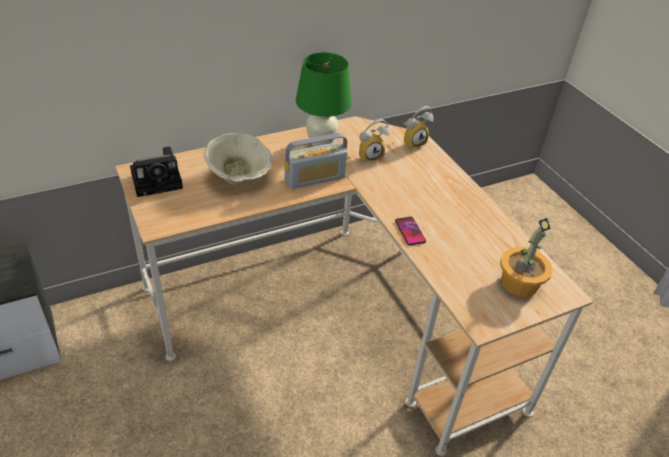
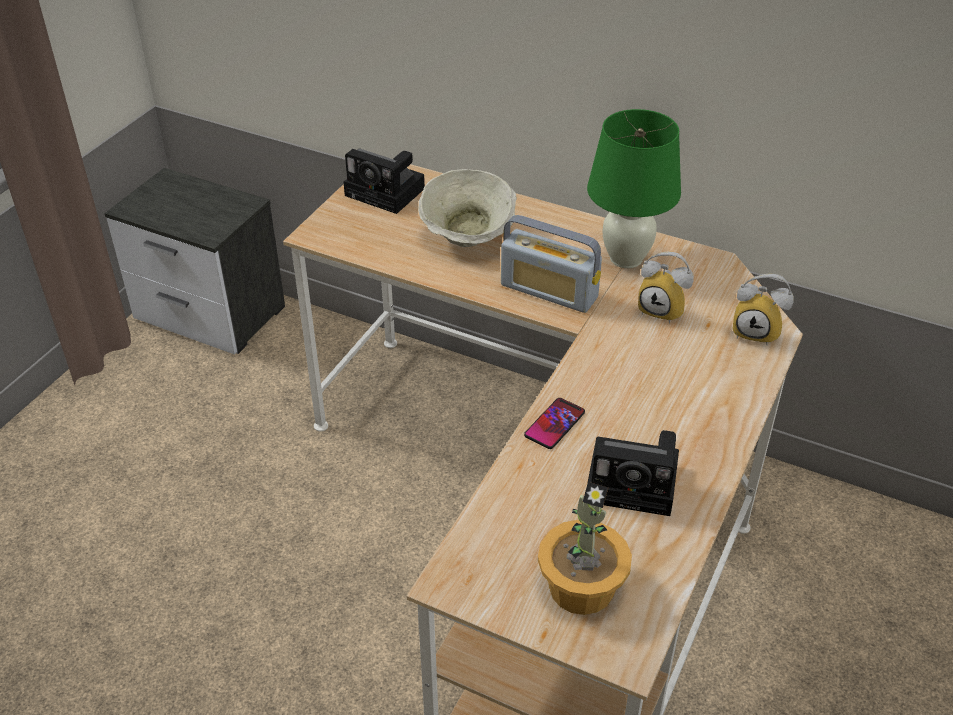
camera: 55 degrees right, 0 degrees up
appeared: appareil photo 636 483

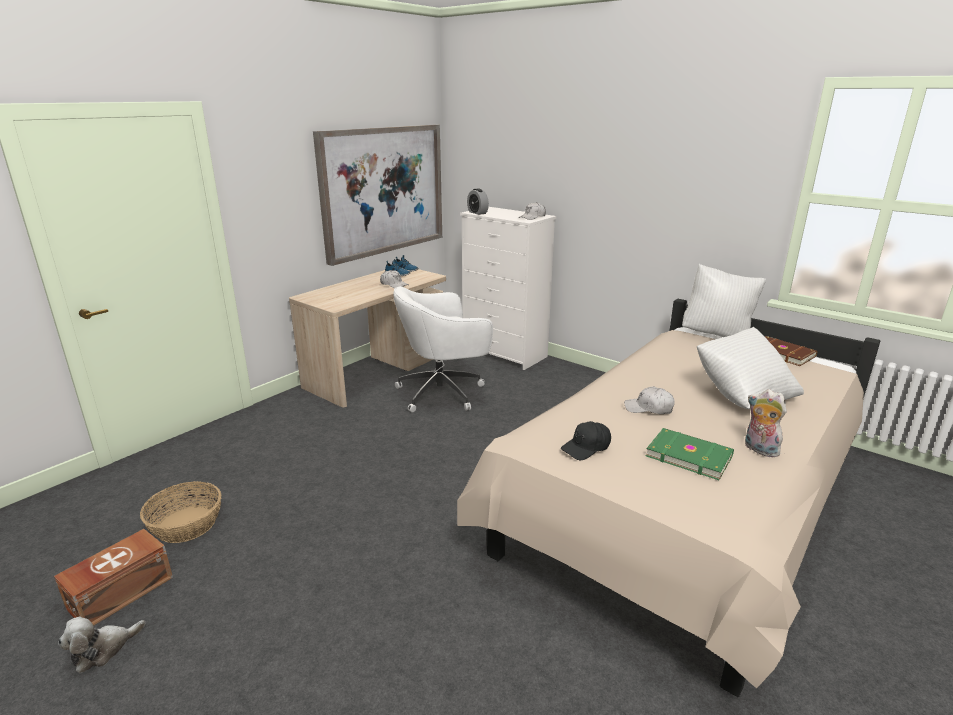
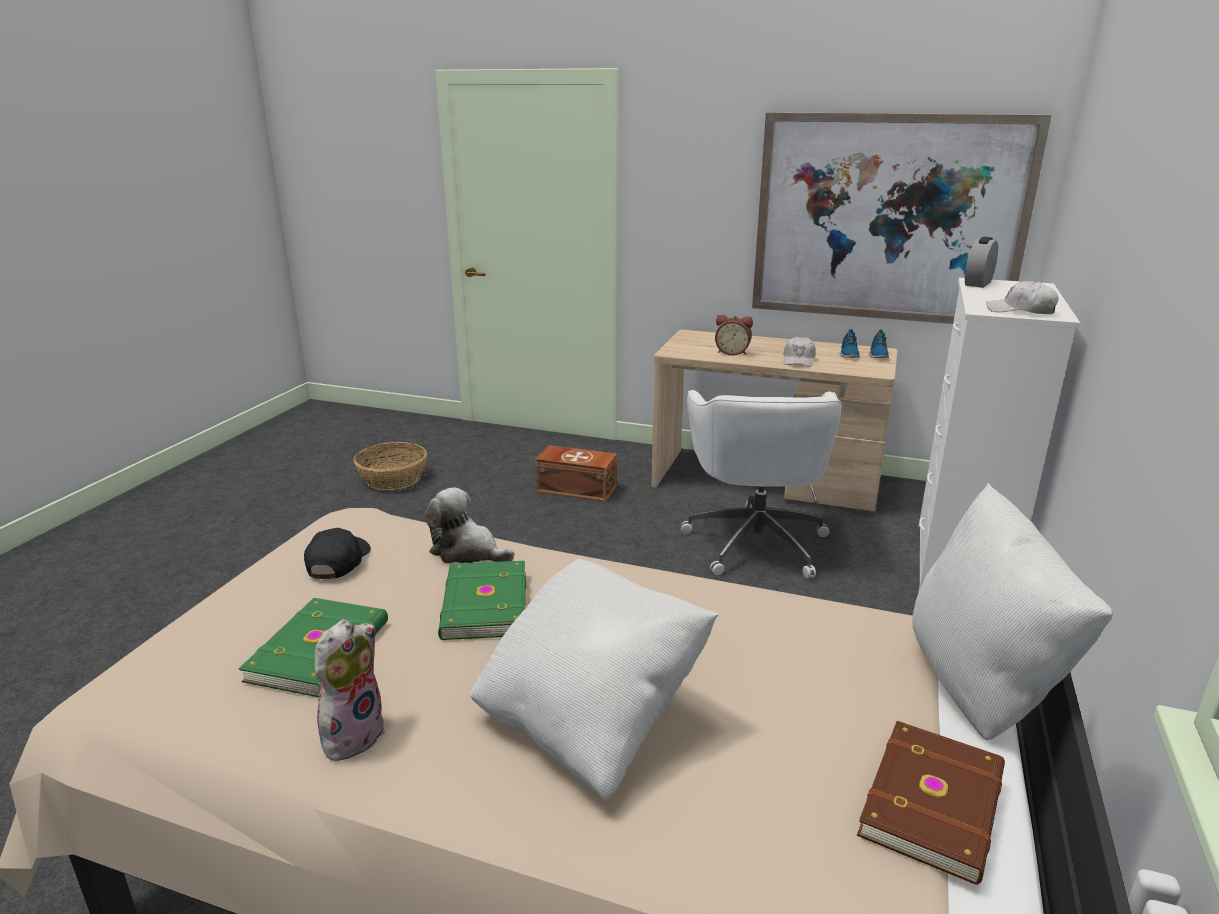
camera: 70 degrees right, 0 degrees up
appeared: réveil 732 352
relocated: boîte de rangement (marron) 119 593 to 576 488; peluche 103 650 to 467 551
exchanged: casquette (blanc) 649 408 to livre (vert) 482 605
spun: chaise de bureau (blanc) 443 392 = 756 541 135 degrees counterclockwise; casquette (noir) 586 447 = 338 562 60 degrees clockwise

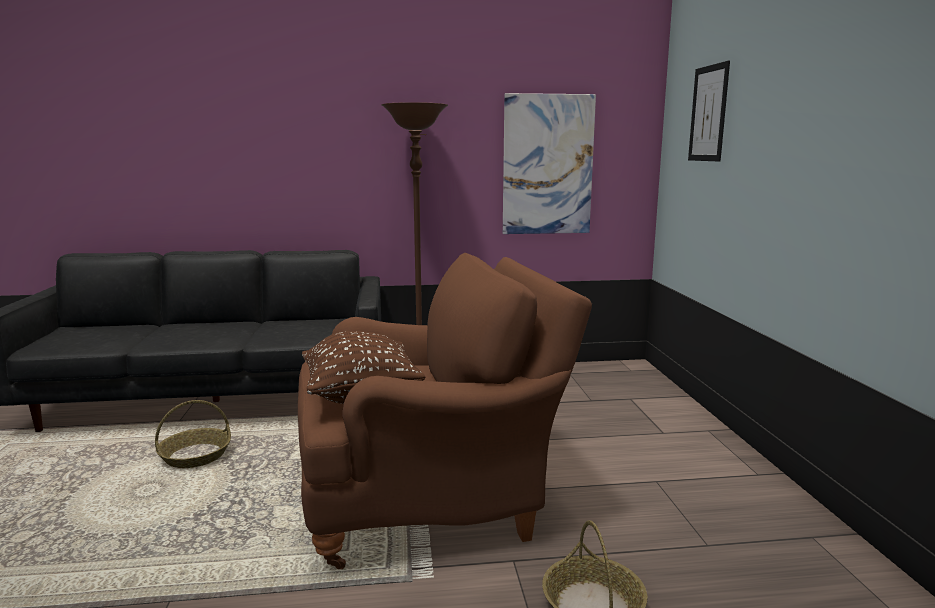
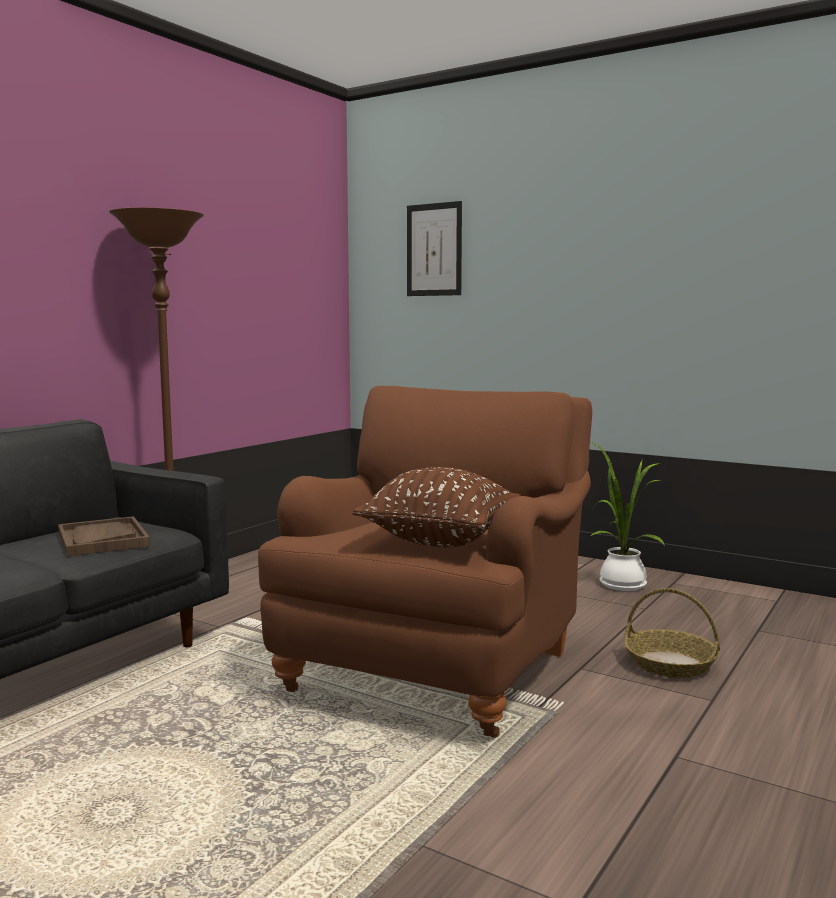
camera: 50 degrees left, 5 degrees down
missing: panier 196 455; tableau 548 165
appeared: plateau (marron) 102 539; plante en pot 620 583

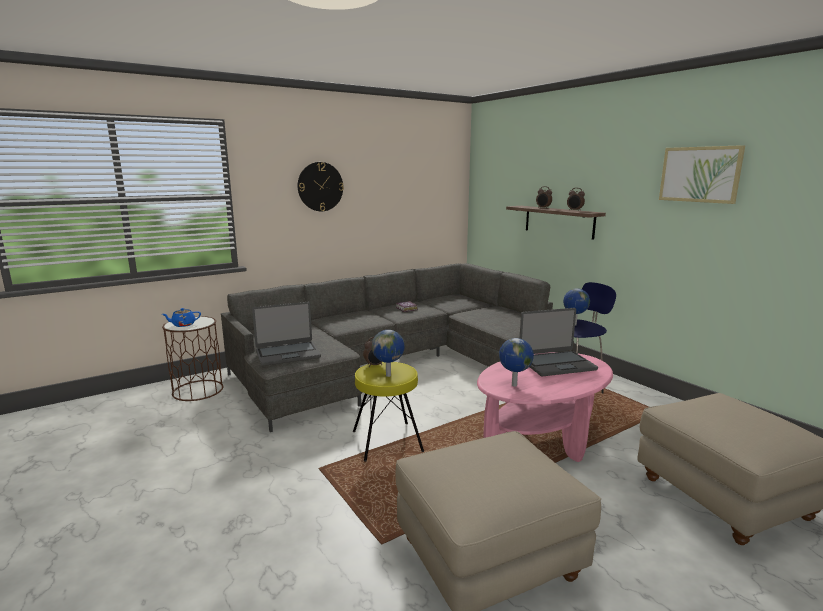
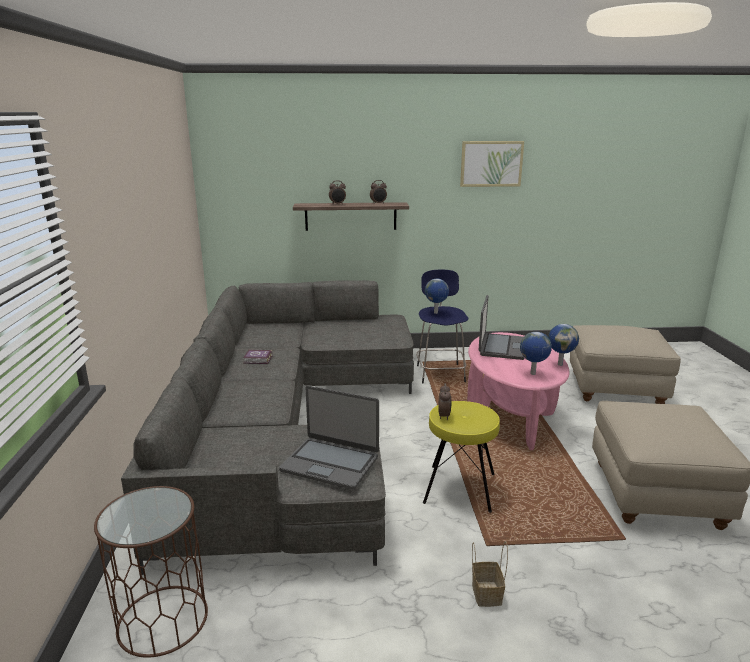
camera: 60 degrees left, 5 degrees up
missing: théière (bleu) 183 325; horloge murale 320 186
appeared: panier 485 593
relocated: globe 389 375 to 560 364
spun: ordinateur portable 287 354 = 330 463 105 degrees clockwise

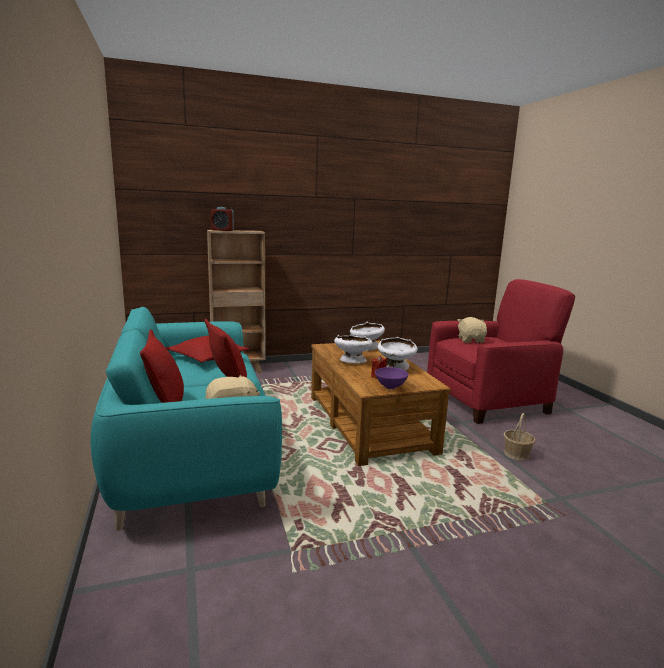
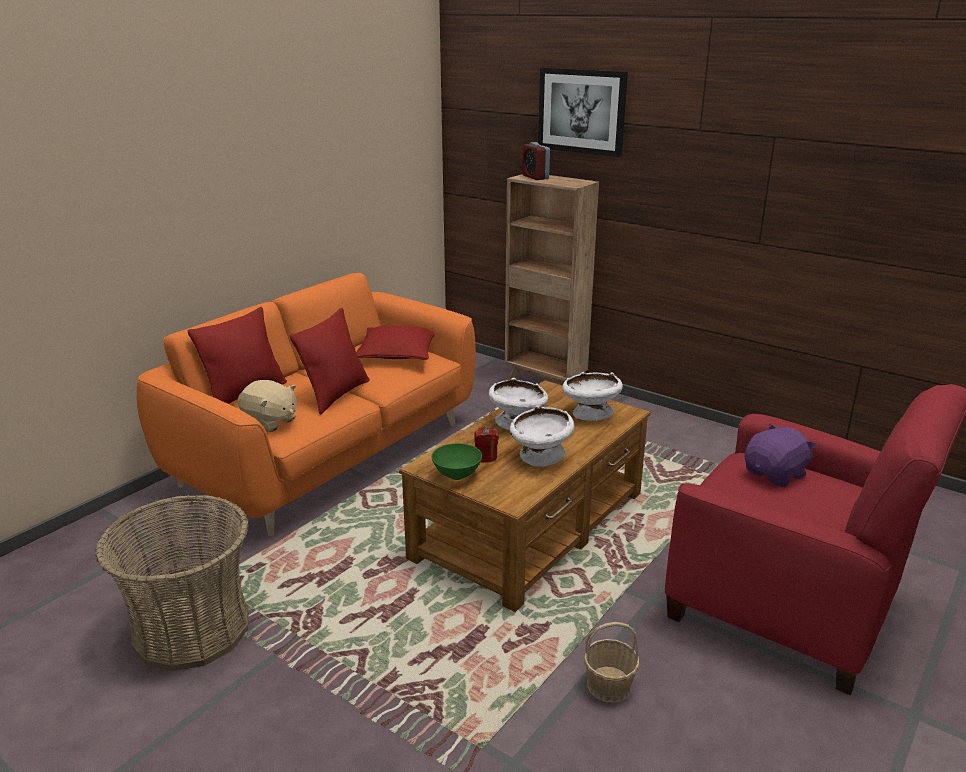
camera: 55 degrees right, 10 degrees up
appeared: panier 191 629; tableau 581 111
colour: canapé (turquoise) 192 451 to canapé (orange) 327 455; bol (violet) 390 387 to bol (vert) 457 476; peluche (beige) 471 340 to peluche (violet) 775 474

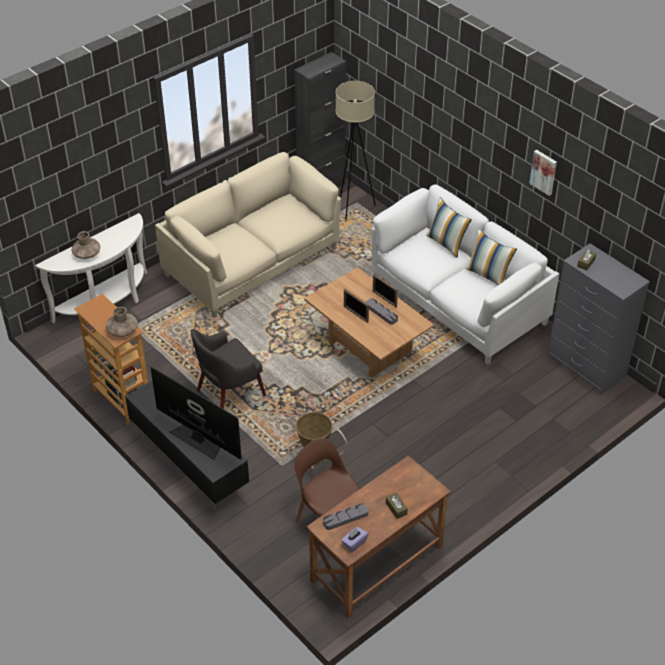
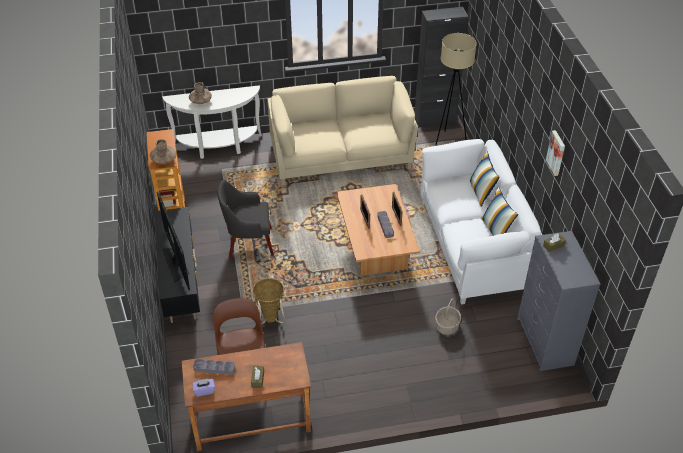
camera: 30 degrees right, 0 degrees up
appeared: panier 447 326

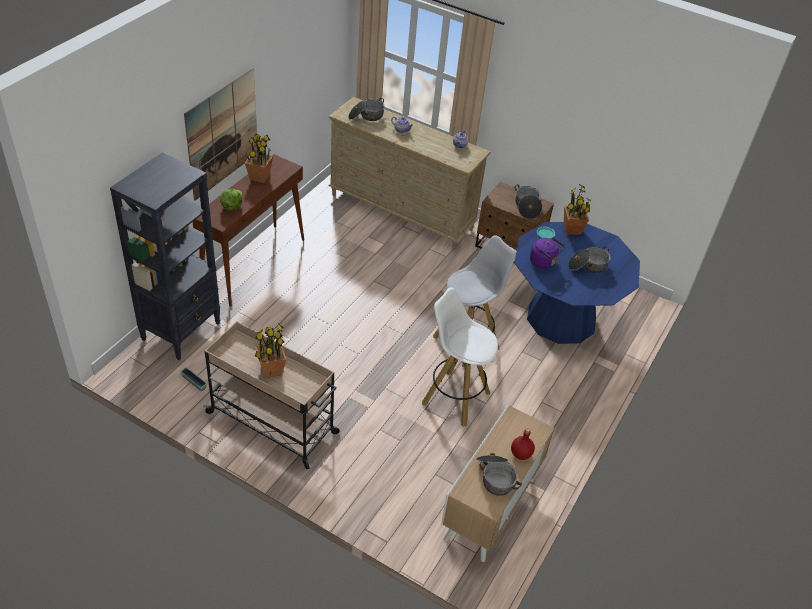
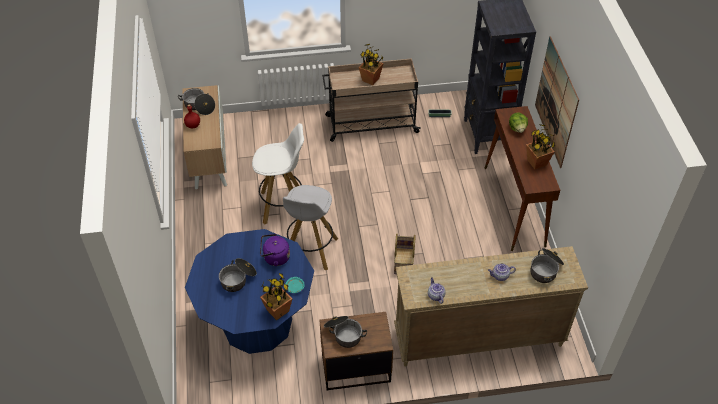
camera: 145 degrees right, 5 degrees up
appeared: panier 404 261

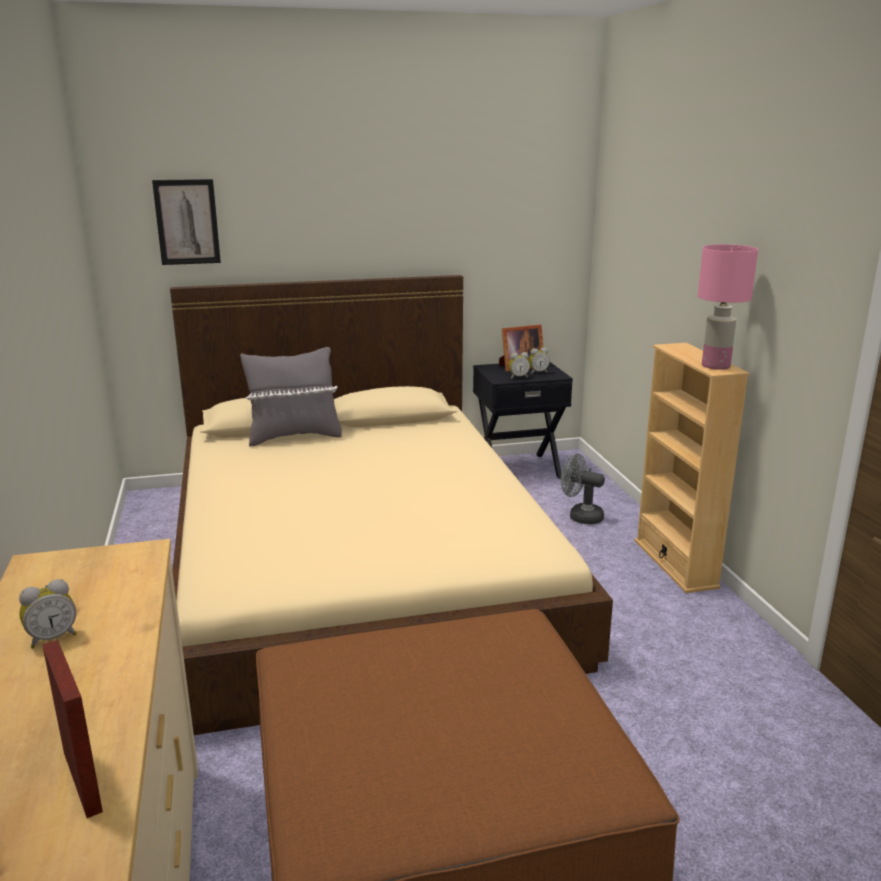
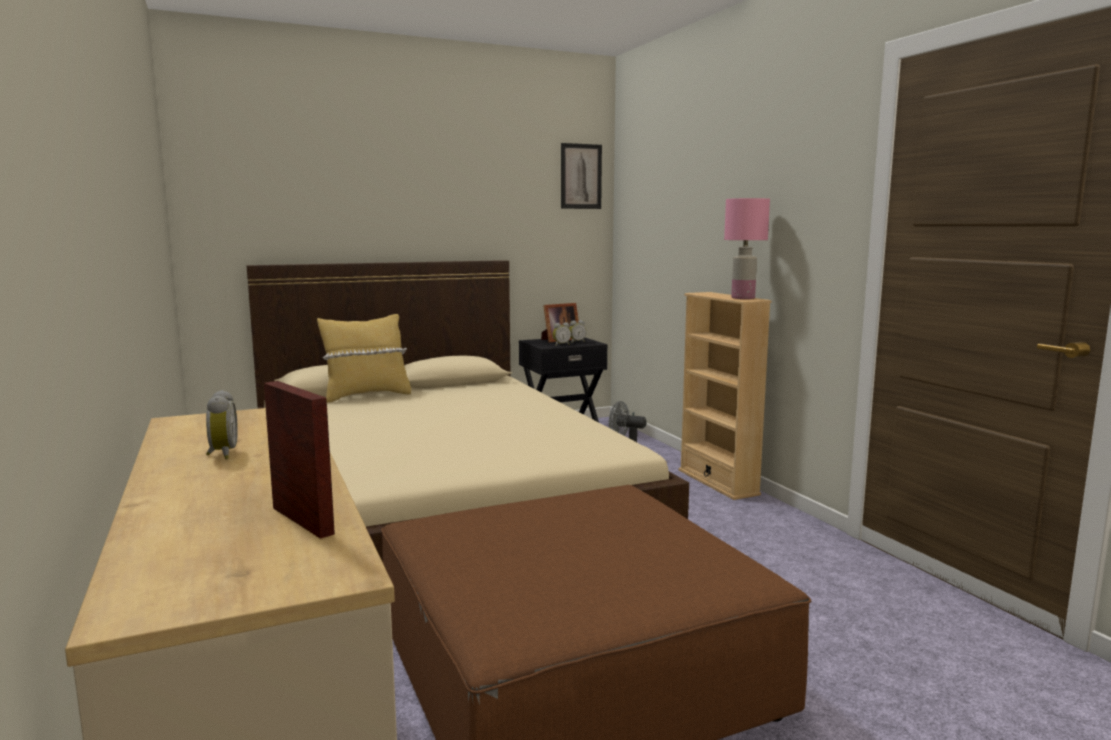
camera: 10 degrees left, 10 degrees down
relocated: tableau 187 222 to 581 176
colour: coussin (gris) 294 437 to coussin (jaune) 366 395
spun: réveil 52 638 = 221 454 60 degrees counterclockwise

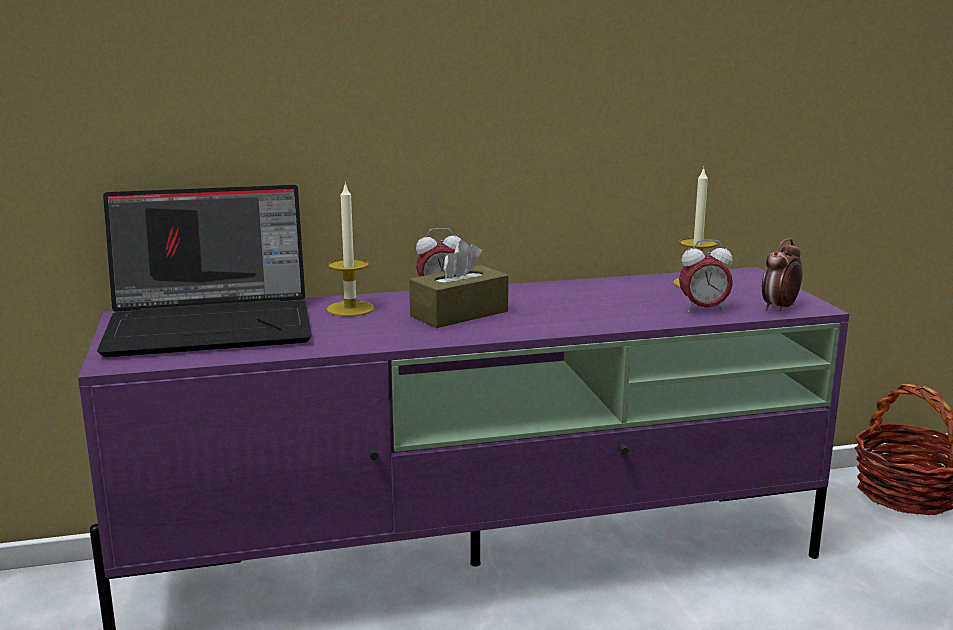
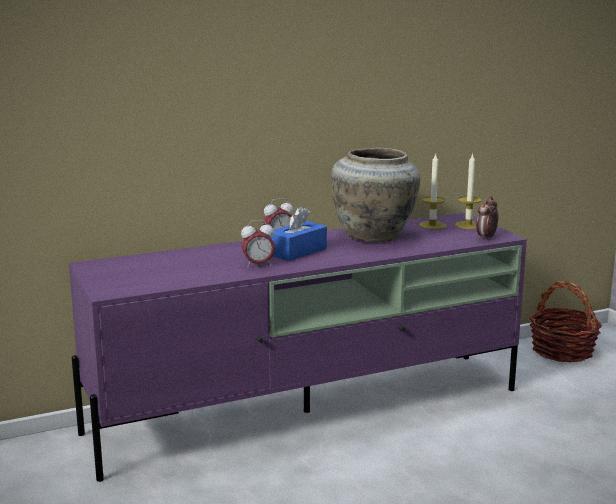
camera: 10 degrees left, 0 degrees up
missing: ordinateur portable 213 325
appeared: vase (beige) 375 236
relocated: bougie 350 309 to 468 225; réveil 703 309 to 258 265
colour: boîte à mouchoirs (marron) 459 314 to boîte à mouchoirs (bleu) 297 251

